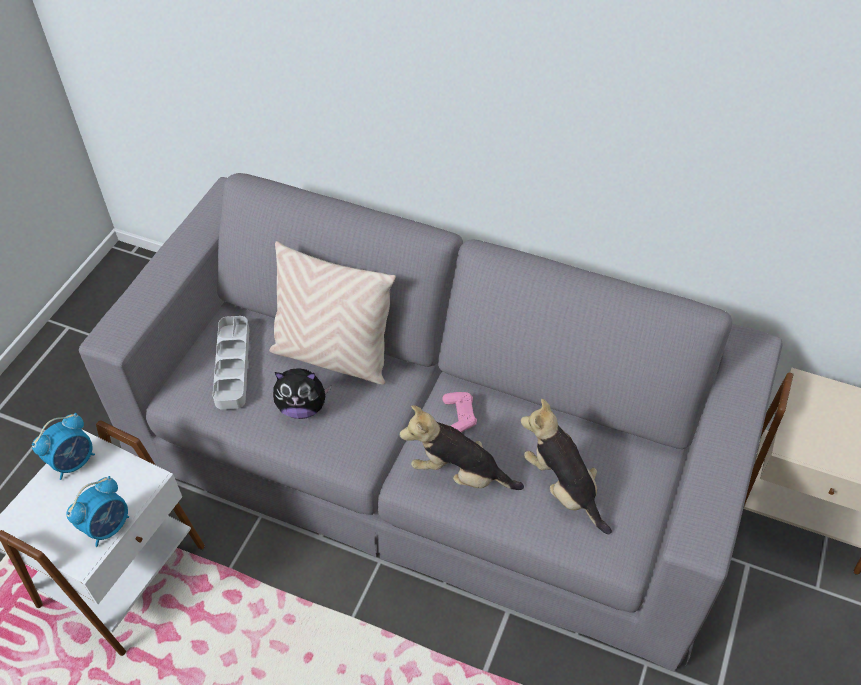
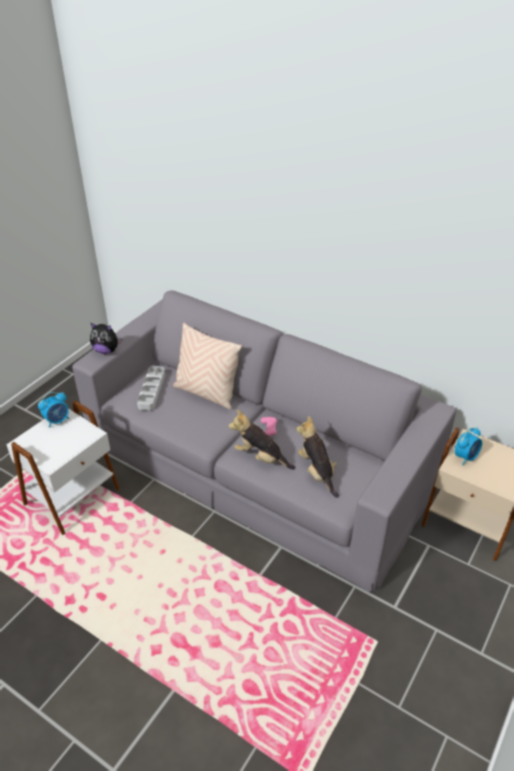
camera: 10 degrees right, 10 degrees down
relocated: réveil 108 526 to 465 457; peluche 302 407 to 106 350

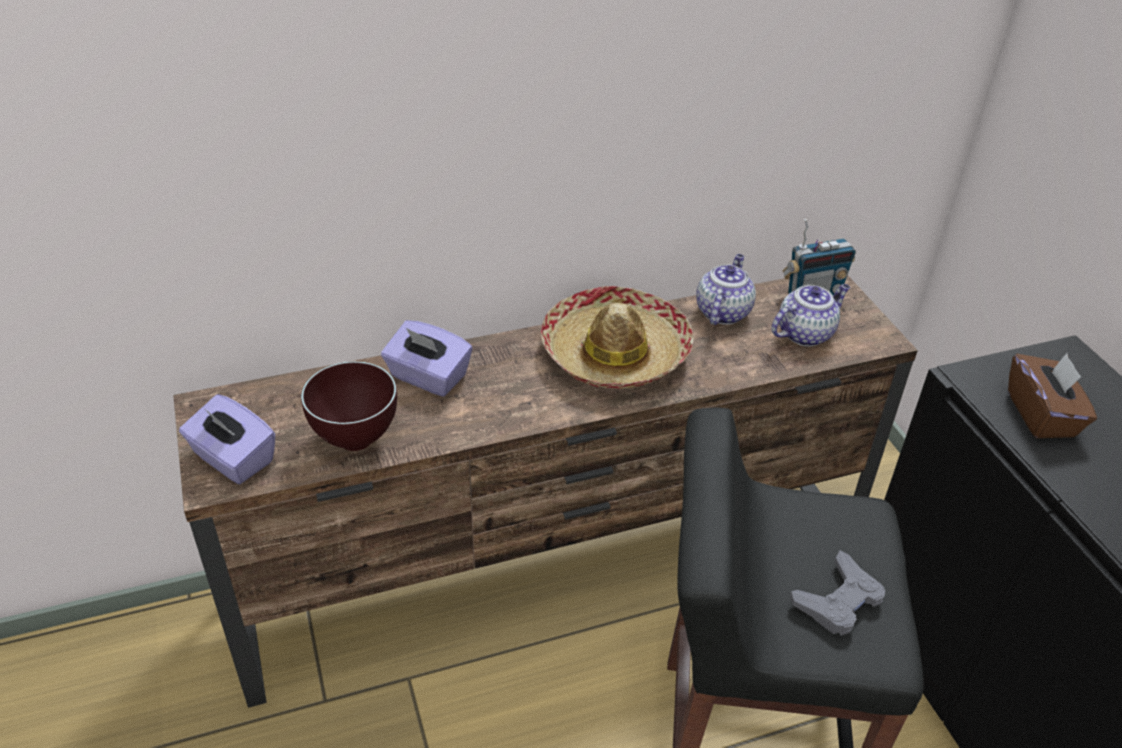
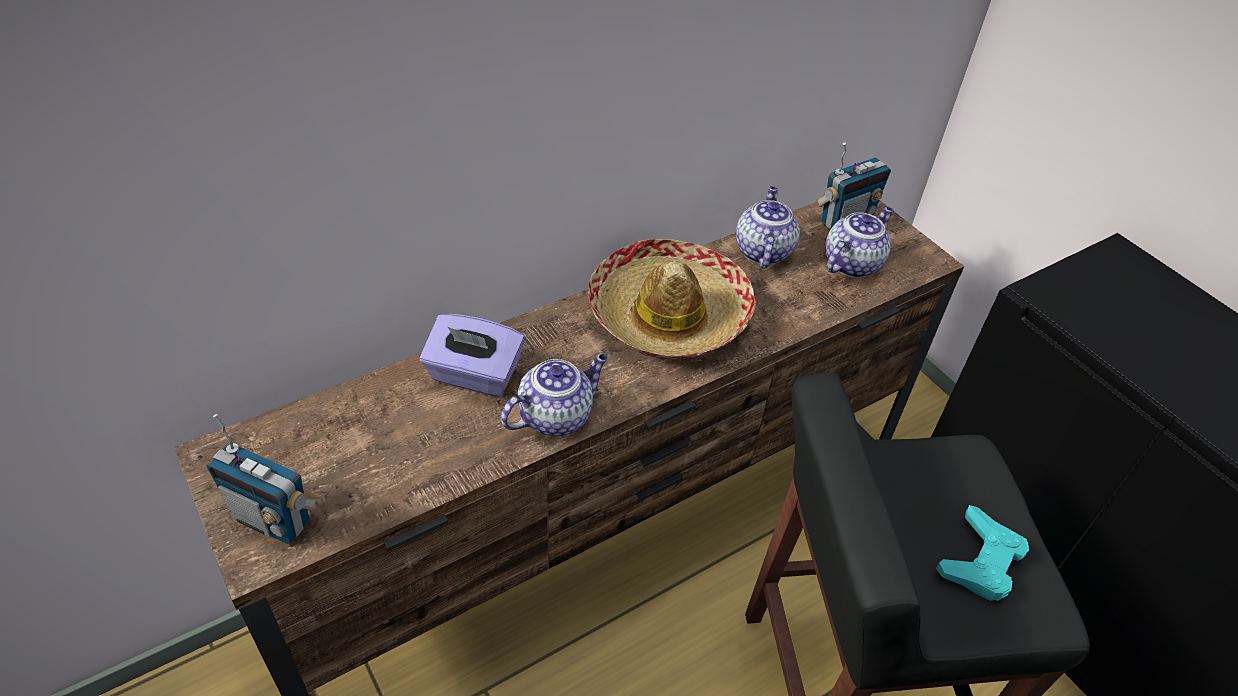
camera: 15 degrees left, 5 degrees up
missing: bol (marron) 357 442; boîte à mouchoirs (marron) 1041 415
appeared: théière 556 415
exchanged: boîte à mouchoirs (violet) 233 459 to radio 273 519
colour: manette (gris) 838 600 to manette (turquoise) 981 560

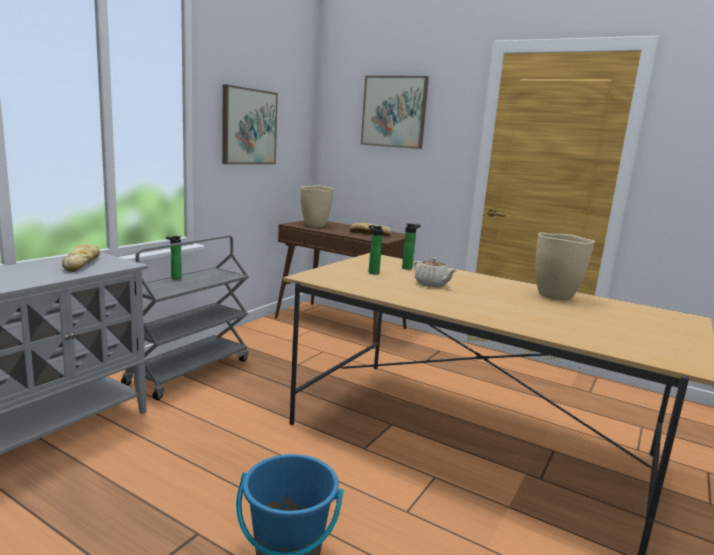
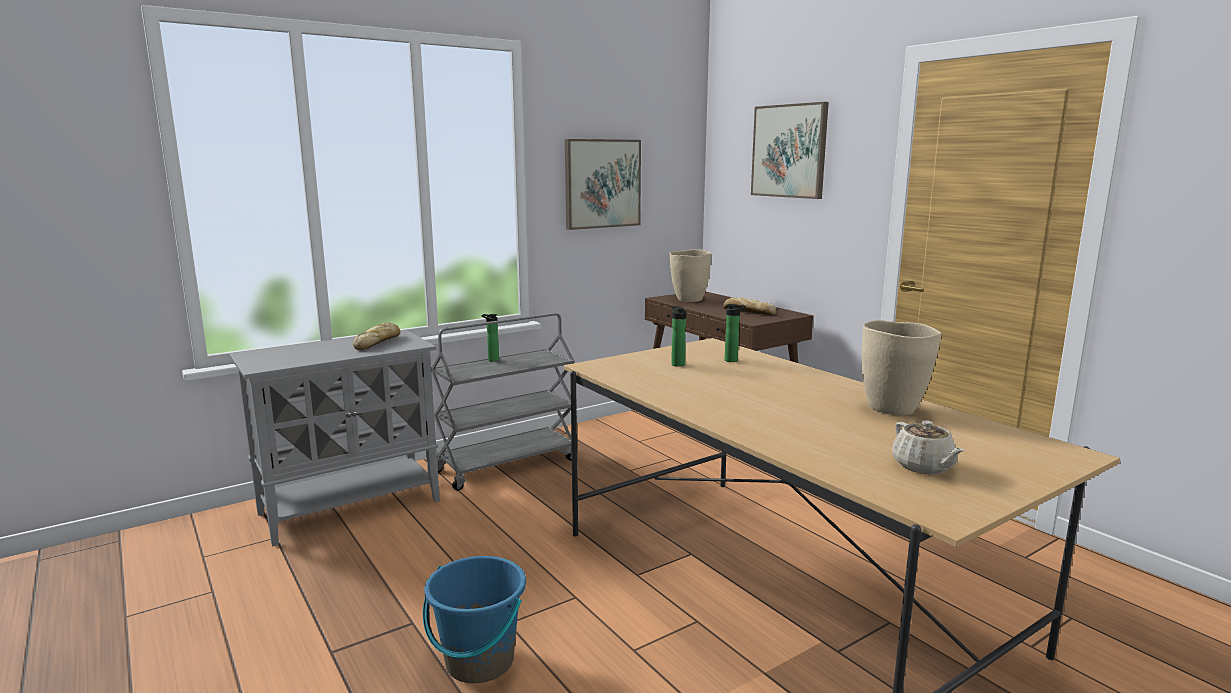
camera: 25 degrees right, 0 degrees up
relocated: théière (beige) 432 284 to 923 467

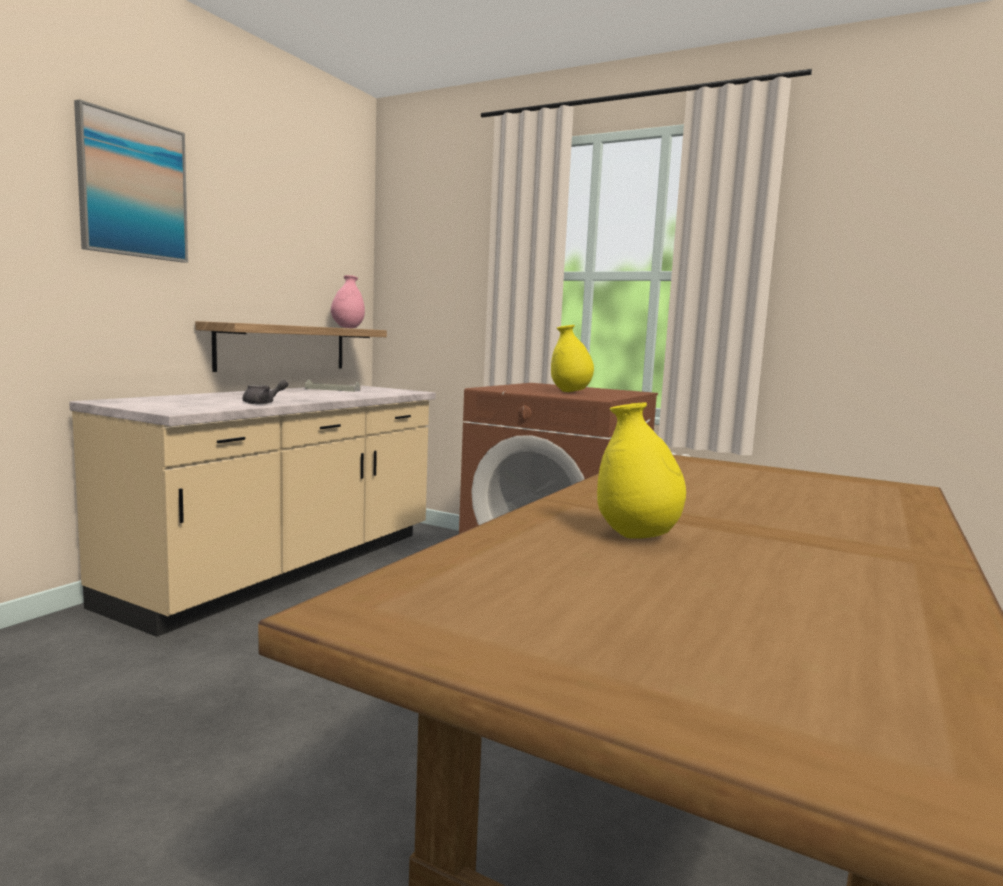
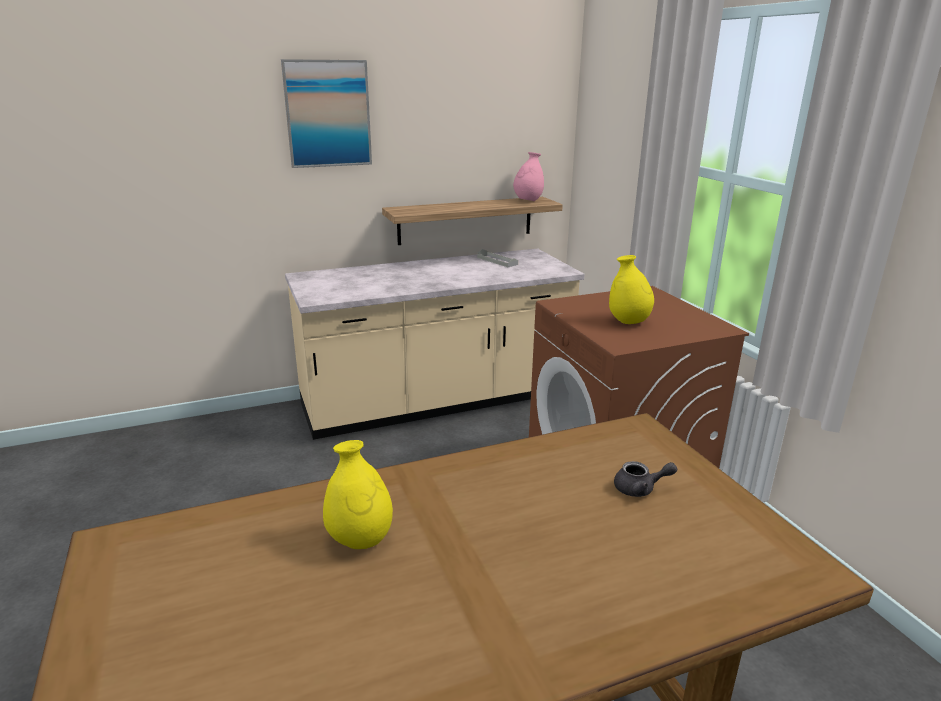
camera: 40 degrees right, 15 degrees up
relocated: théière (gris) 263 403 to 640 489

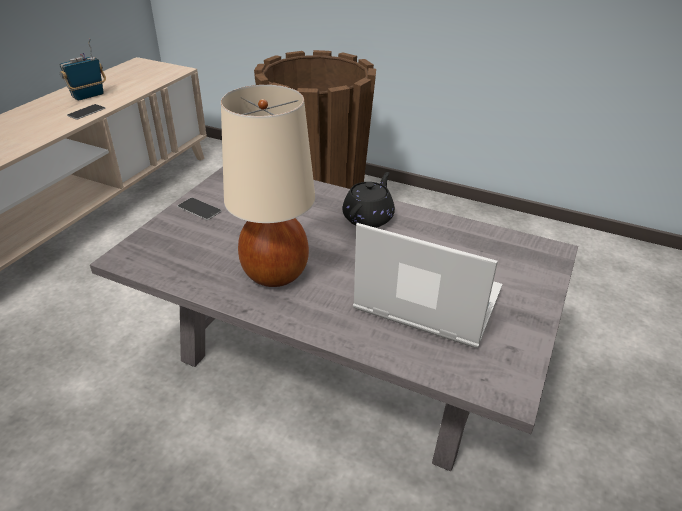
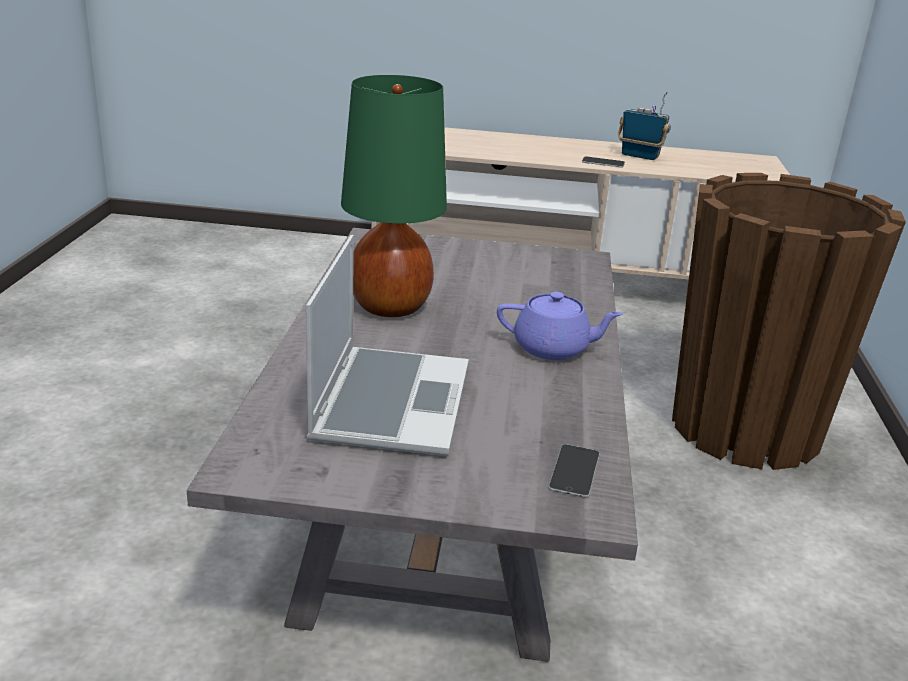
camera: 70 degrees right, 10 degrees down
relocated: téléphone 199 209 to 574 471
colour: lampe de table (beige) 275 274 to lampe de table (vert) 389 307; théière (noir) 369 217 to théière (violet) 553 348

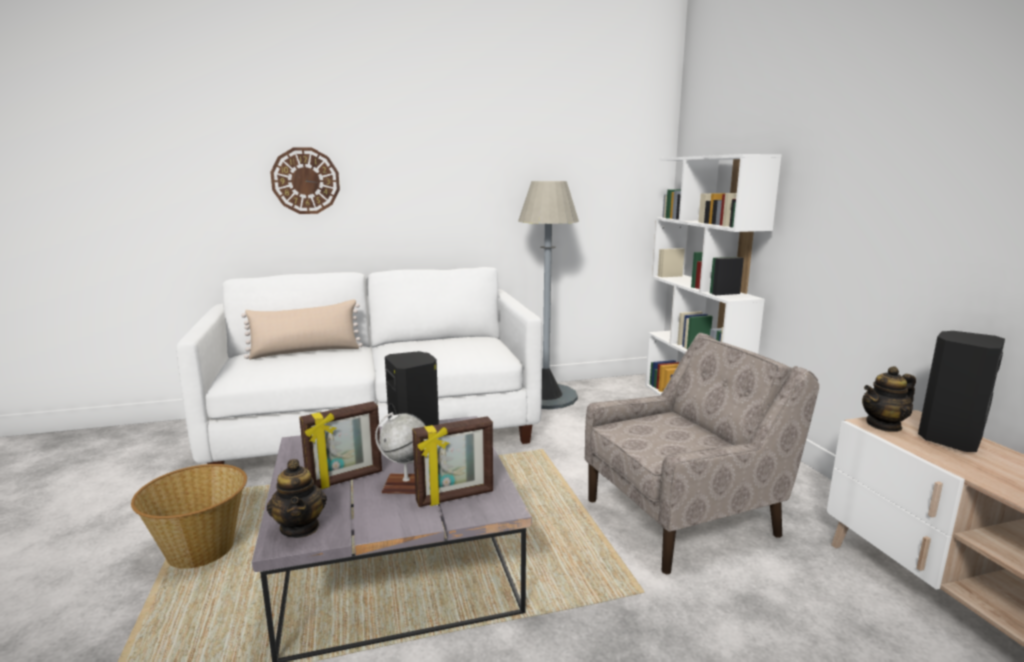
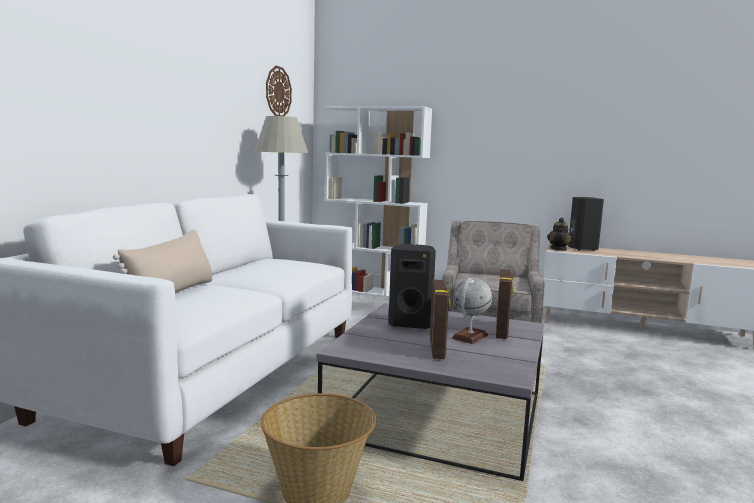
camera: 55 degrees left, 5 degrees down
missing: théière 300 527
relocated: horloge murale 305 181 to 278 92

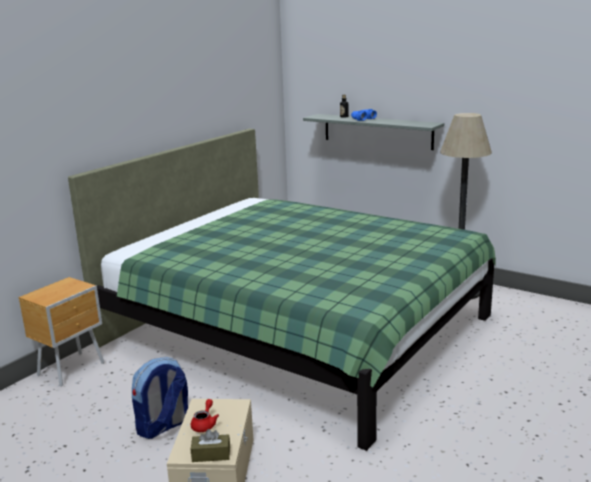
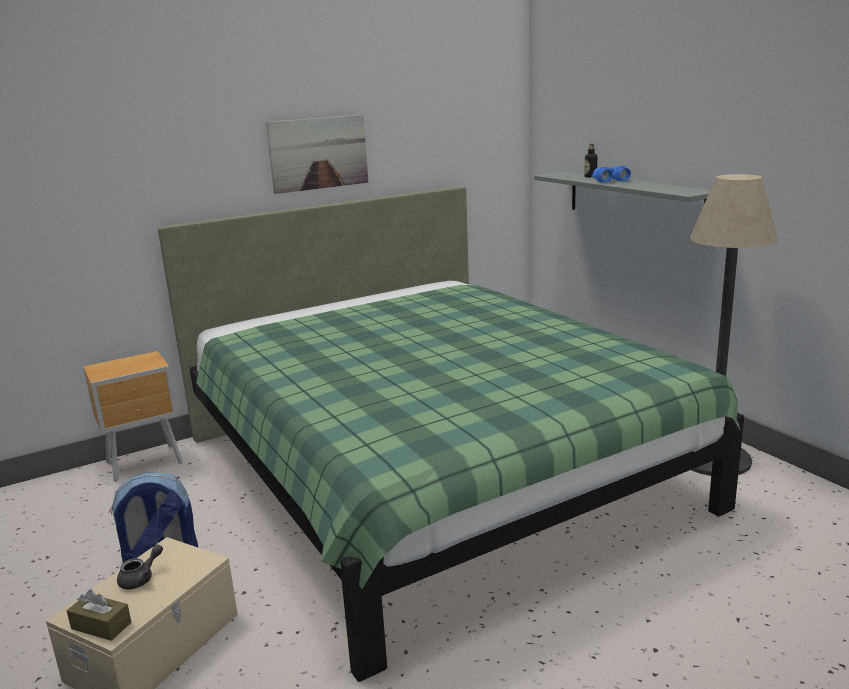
camera: 25 degrees right, 0 degrees up
appeared: tableau 318 153
colour: théière (rouge) 205 424 to théière (gris) 141 578

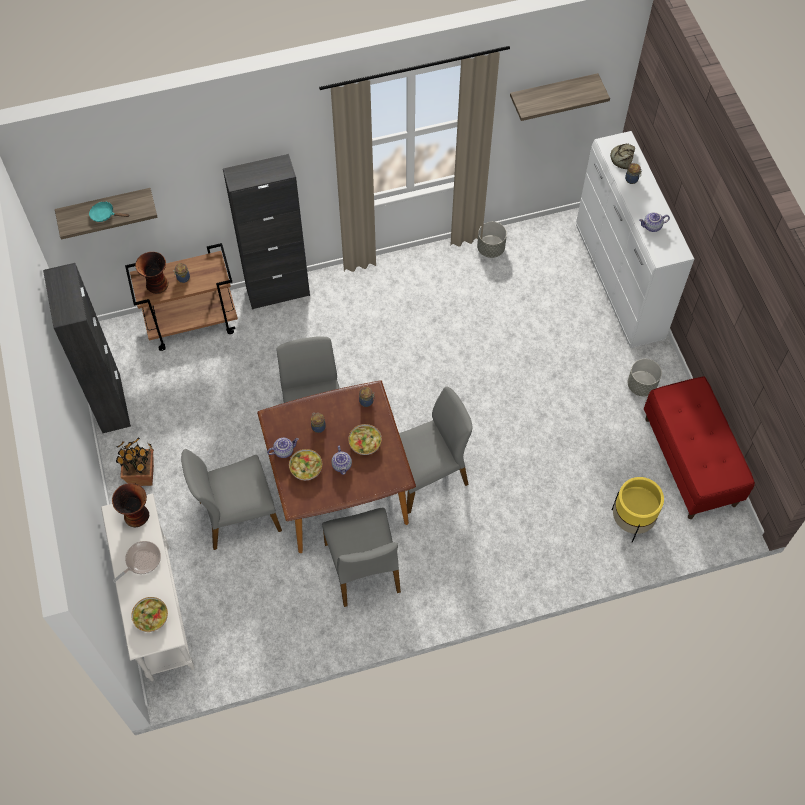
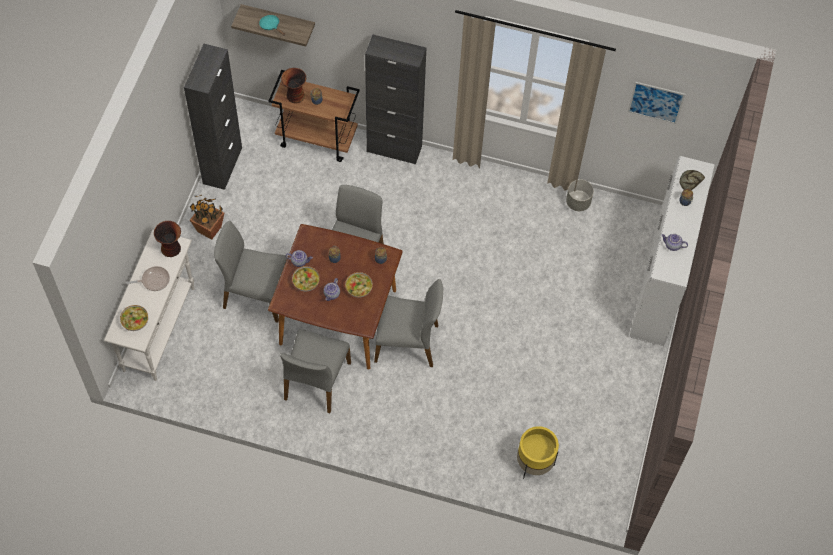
camera: 30 degrees right, 0 degrees up
missing: cache-pot (gris) 641 385; banc (rouge) 690 461
exchanged: étagère 552 93 to tableau 656 102

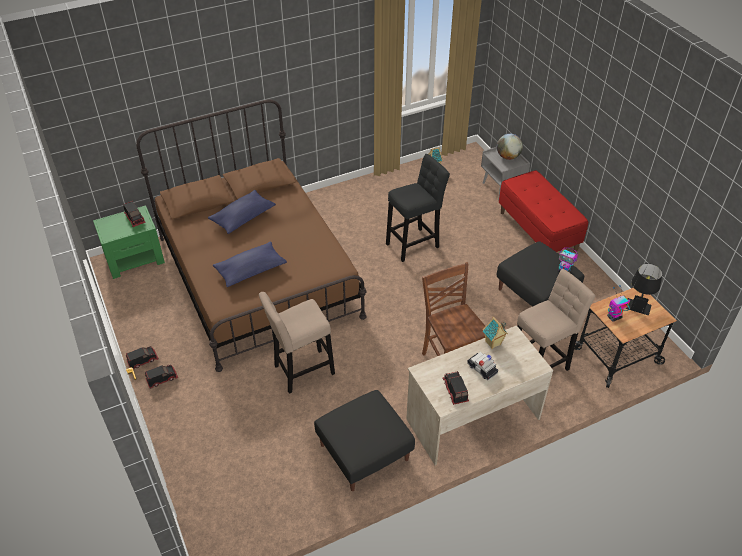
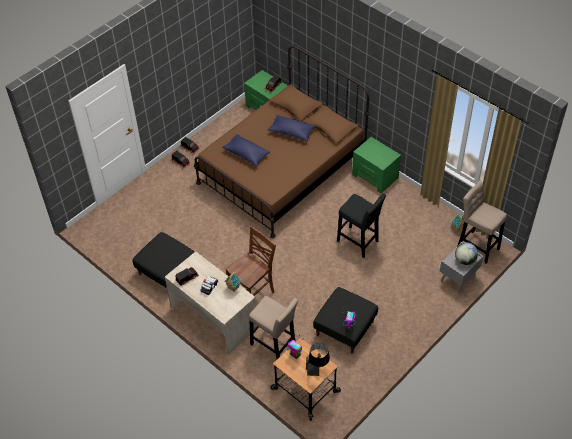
camera: 70 degrees right, 5 degrees up
missing: banc (rouge) 538 231
appeared: table de chevet (vert) 375 176
relocated: tabouret (beige) 301 371 to 476 246

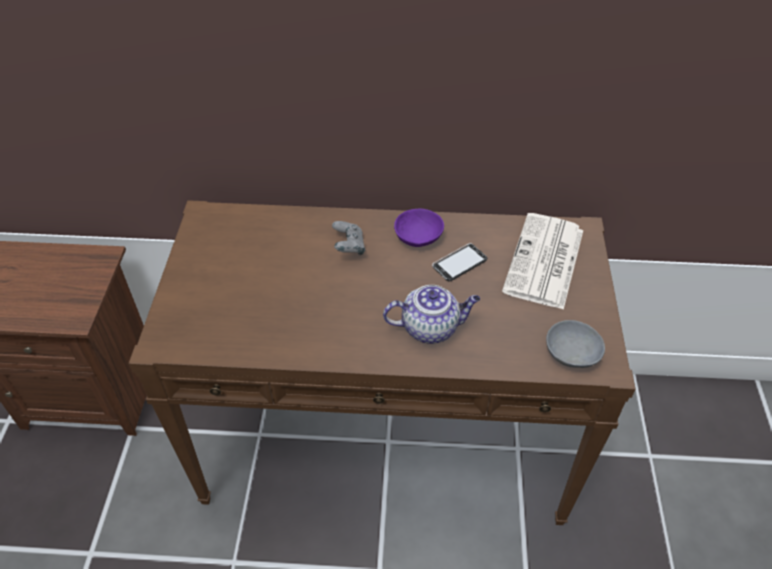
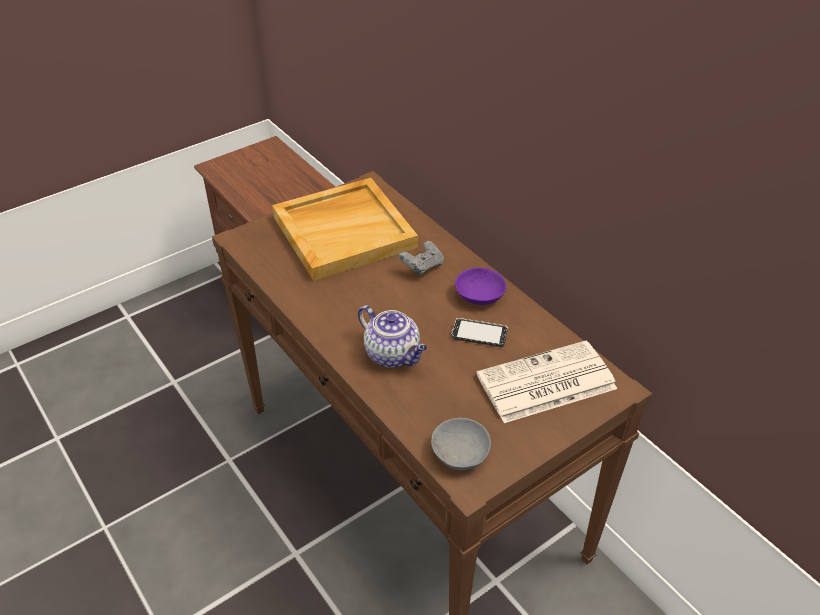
camera: 50 degrees right, 5 degrees down
appeared: plateau (beige) 344 231

